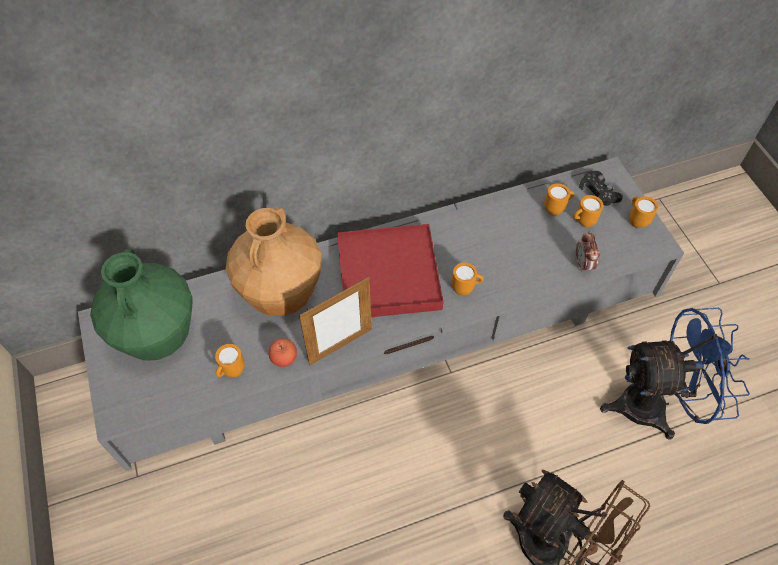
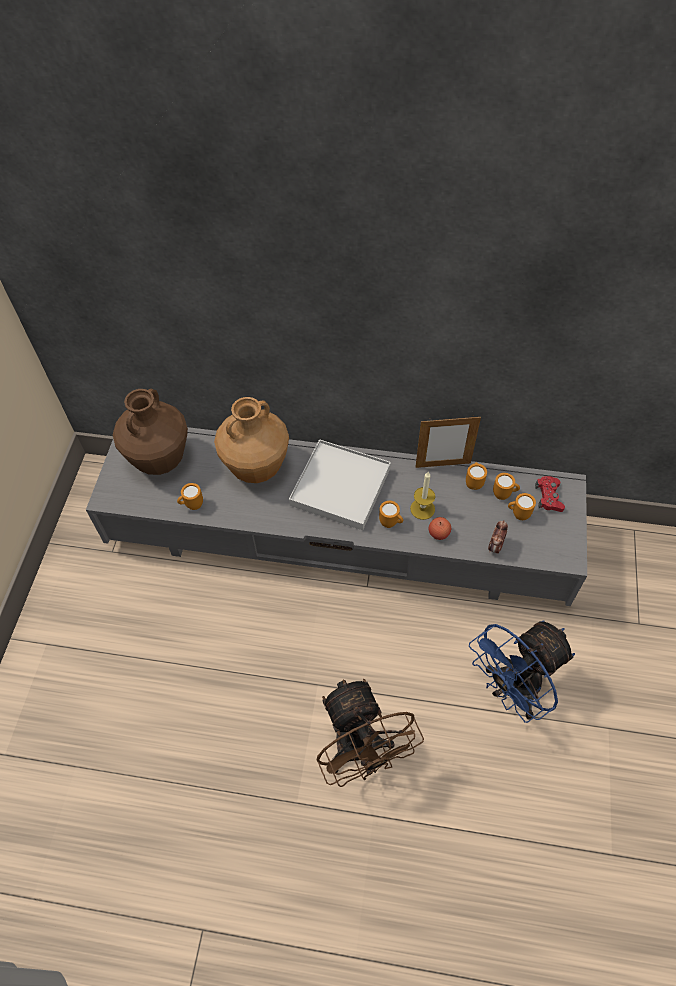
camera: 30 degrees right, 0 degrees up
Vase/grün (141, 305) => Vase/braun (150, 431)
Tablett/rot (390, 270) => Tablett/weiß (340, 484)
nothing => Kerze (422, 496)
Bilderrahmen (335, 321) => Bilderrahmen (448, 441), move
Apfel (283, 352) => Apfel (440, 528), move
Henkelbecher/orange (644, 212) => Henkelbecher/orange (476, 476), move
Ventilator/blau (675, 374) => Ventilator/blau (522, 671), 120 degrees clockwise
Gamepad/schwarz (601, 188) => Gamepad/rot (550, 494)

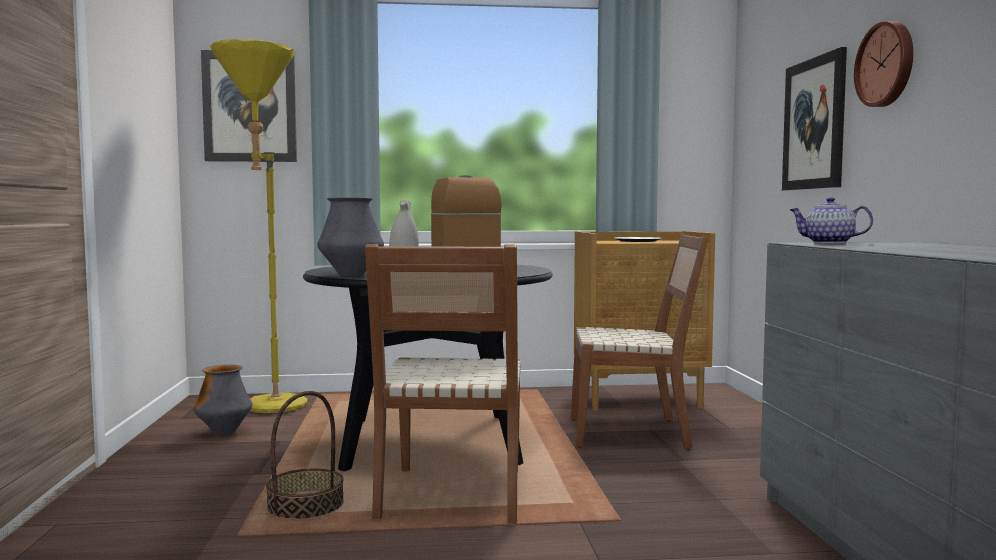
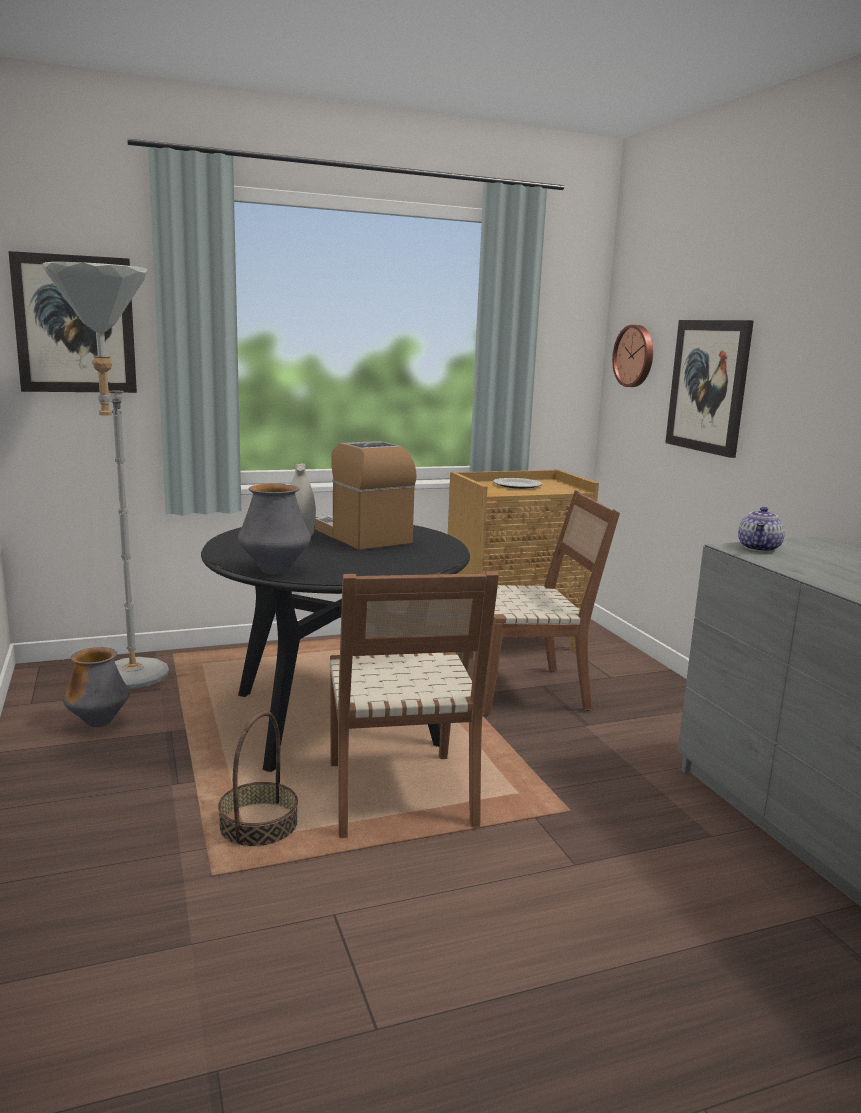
camera: 15 degrees left, 10 degrees up
Stehlampe/gelb (259, 226) => Stehlampe/grau (105, 475)
Wanduhr (883, 64) => Wanduhr (632, 356), move
Teekanne (831, 220) => Teekanne (761, 529), 75 degrees counterclockwise

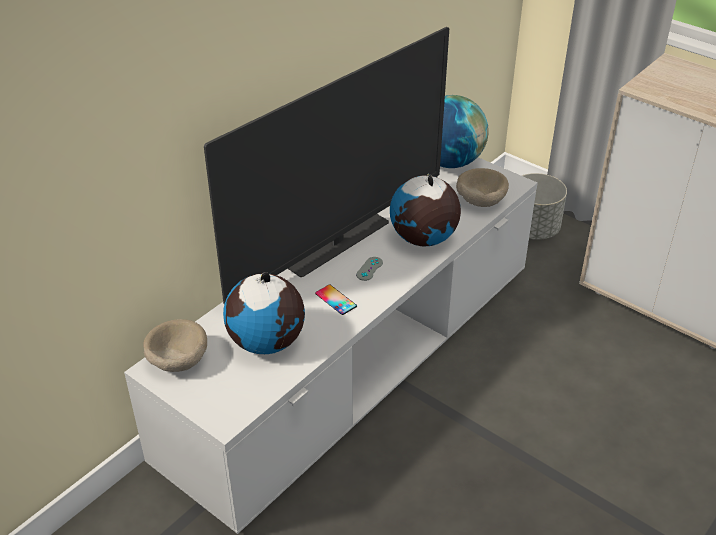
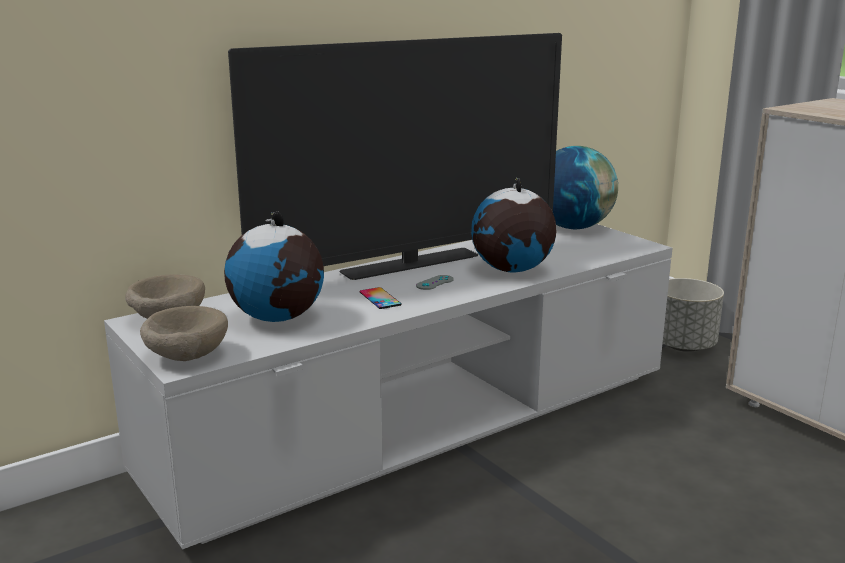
camera: 15 degrees right, 20 degrees down
Schüssel/beige (482, 187) => Schüssel/beige (184, 333), move

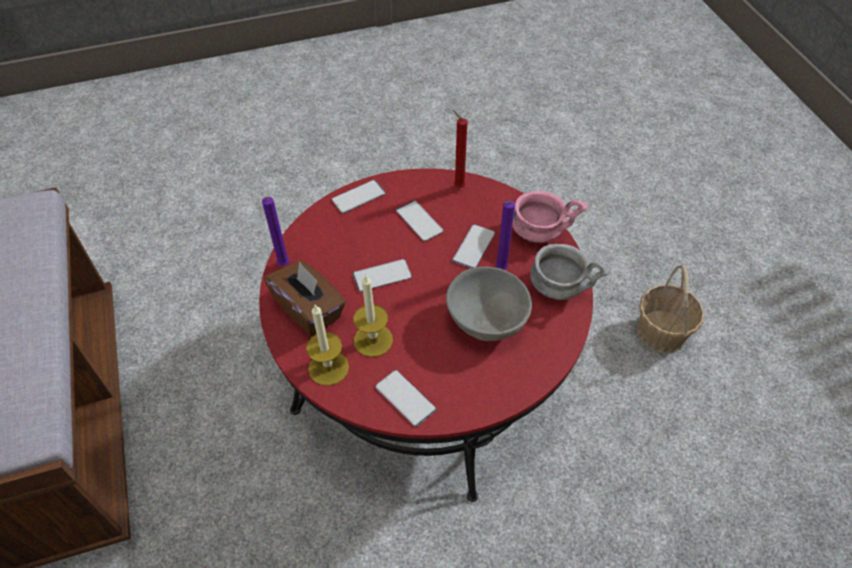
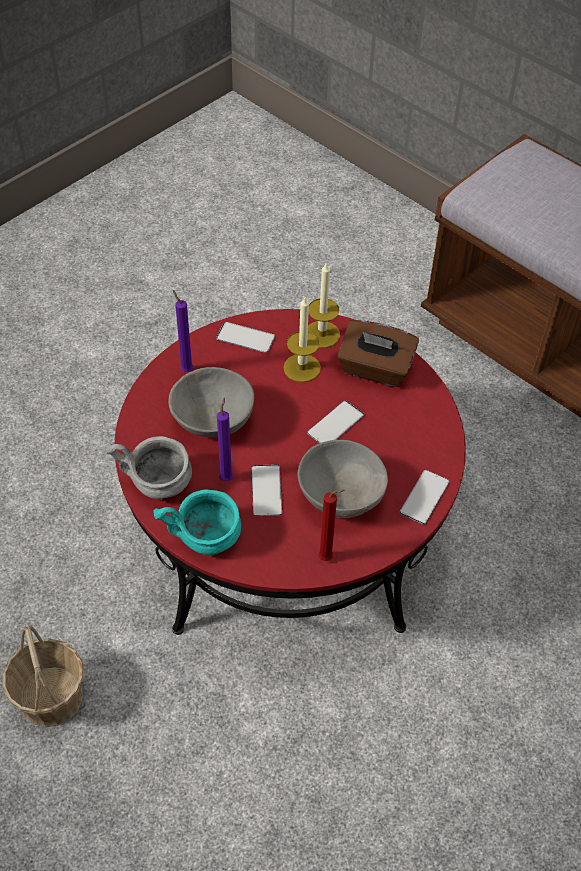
camera: 150 degrees right, 0 degrees up
Schüssel/rosa (550, 217) => Schüssel/türkis (197, 522)
Kerze/lila (275, 231) => Kerze/lila (183, 331), move
Handy (420, 220) => Schüssel/grau (343, 479)

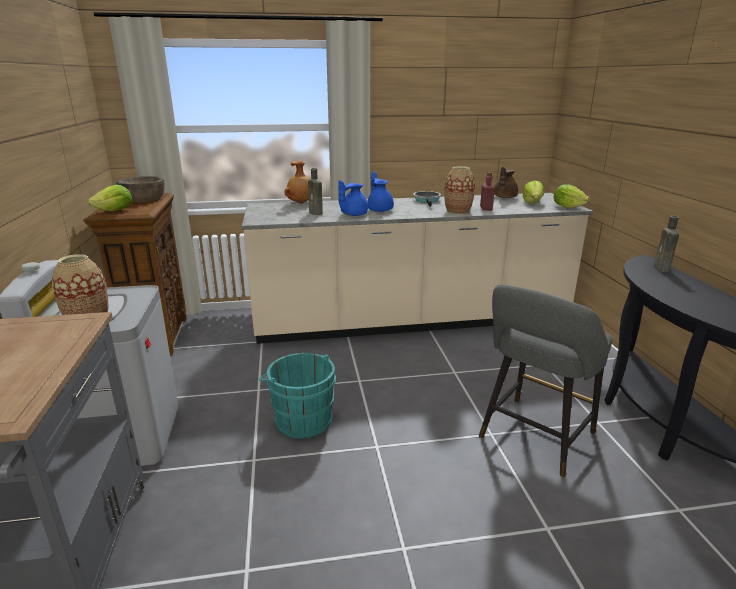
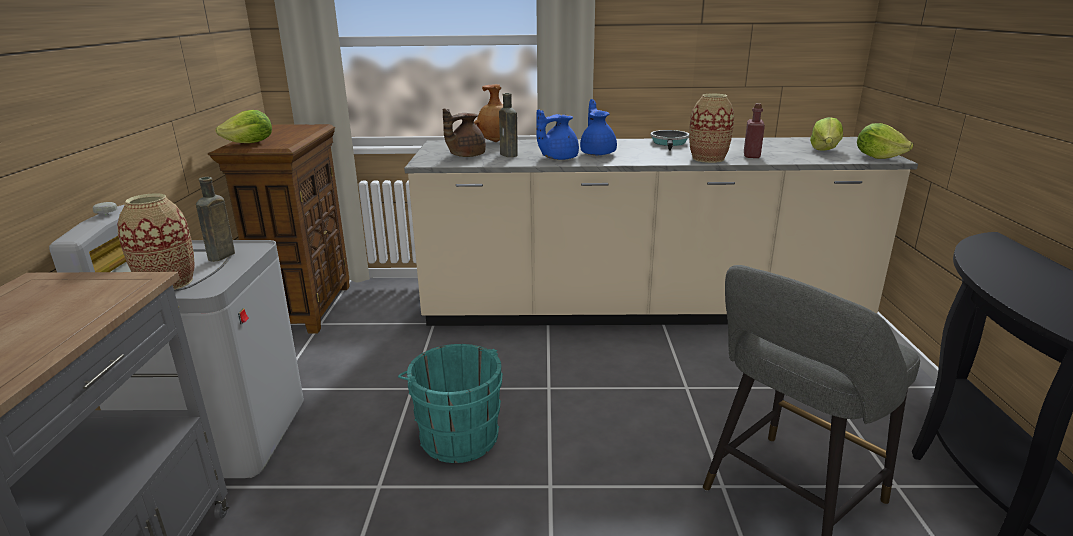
camera: 10 degrees right, 0 degrees up
Flasche/braun (666, 243) => Flasche/braun (215, 220), move
Teekanne/braun (506, 182) => Teekanne/braun (464, 132), move
Schüssel/braun (140, 189) => nothing

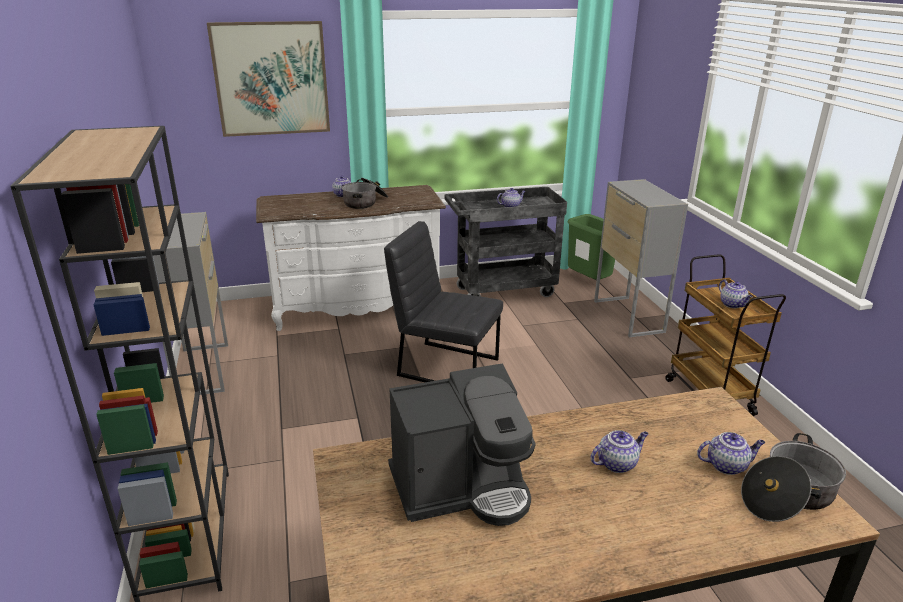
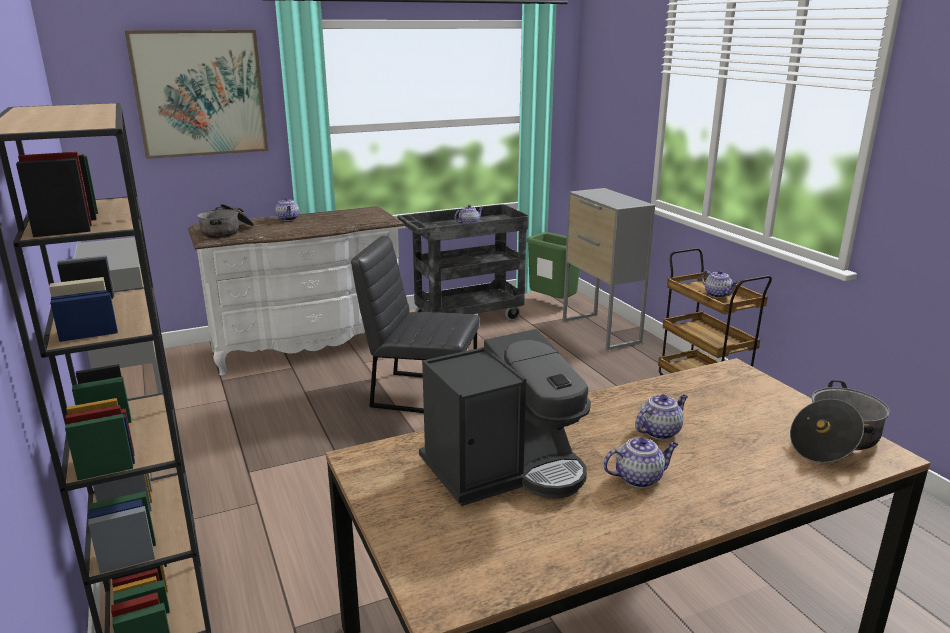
camera: 10 degrees left, 5 degrees down
Kochtopf (365, 193) => Kochtopf (225, 221), move
Teekanne (731, 453) => Teekanne (640, 462), move

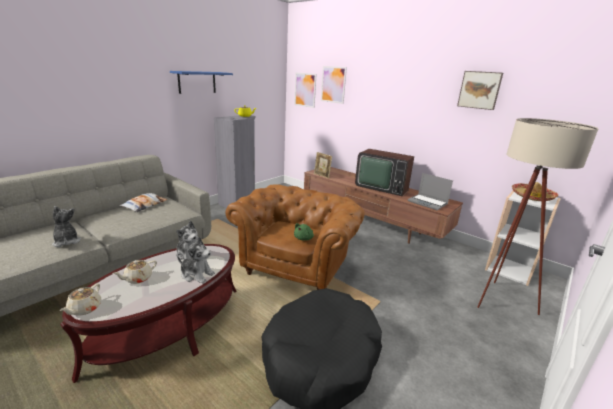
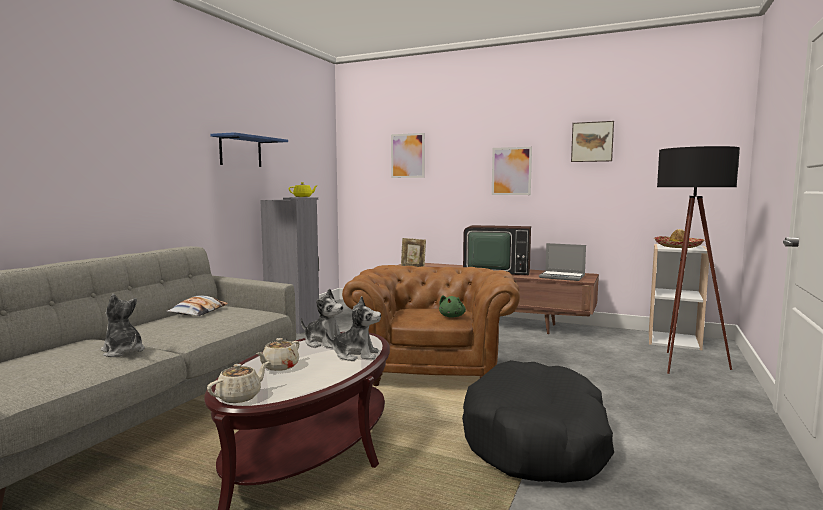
camera: 15 degrees left, 15 degrees down
Teekanne/beige (80, 299) => Teekanne/beige (238, 382), 135 degrees counterclockwise
Bild (305, 90) => Bild (512, 171), move
Stehlampe/beige (538, 216) => Stehlampe/schwarz (698, 260)

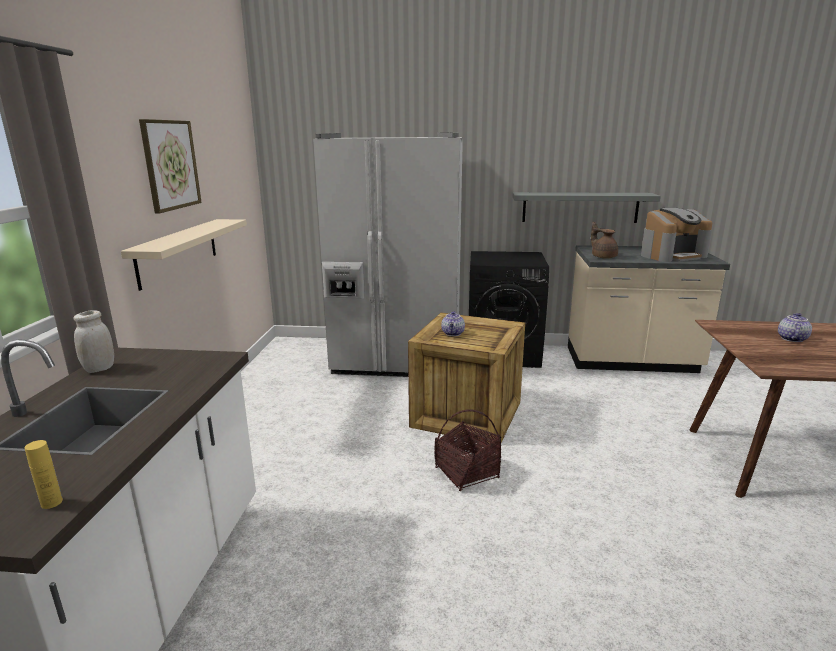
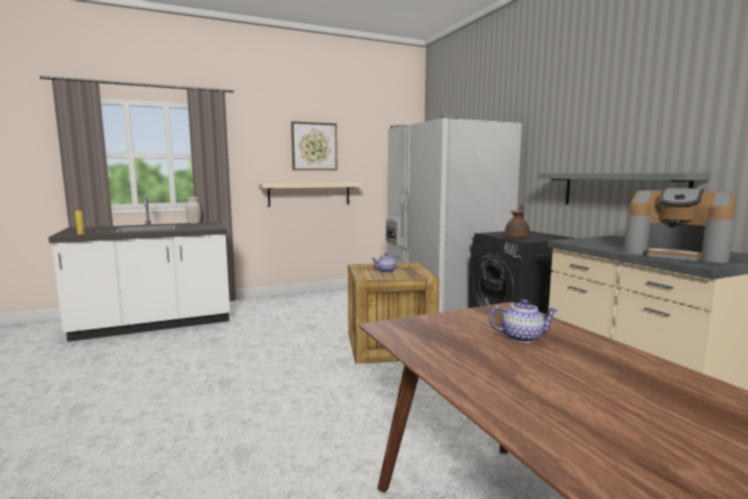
camera: 60 degrees right, 10 degrees down
Teekanne/braun (604, 240) => Teekanne/braun (517, 221), move
Korb (467, 450) => nothing

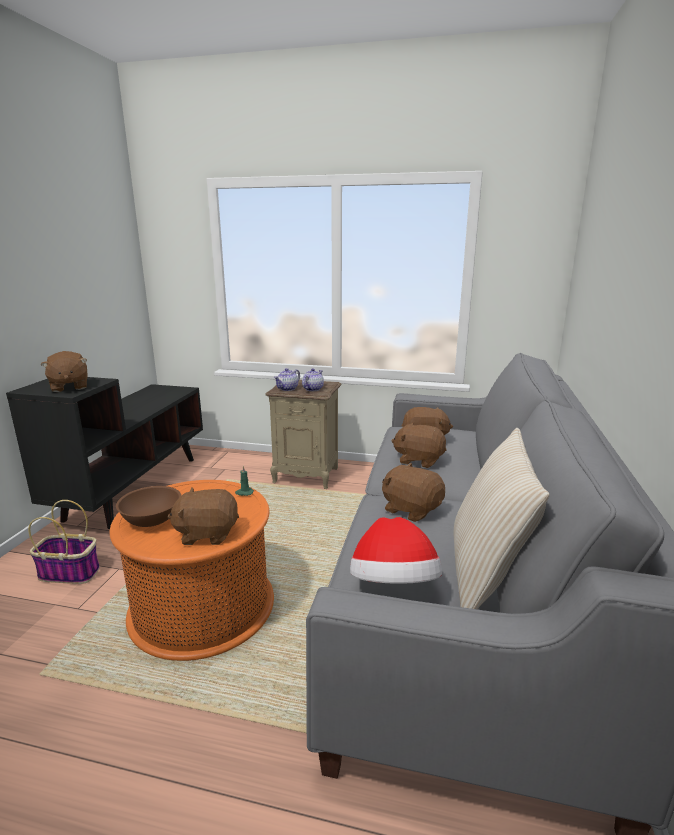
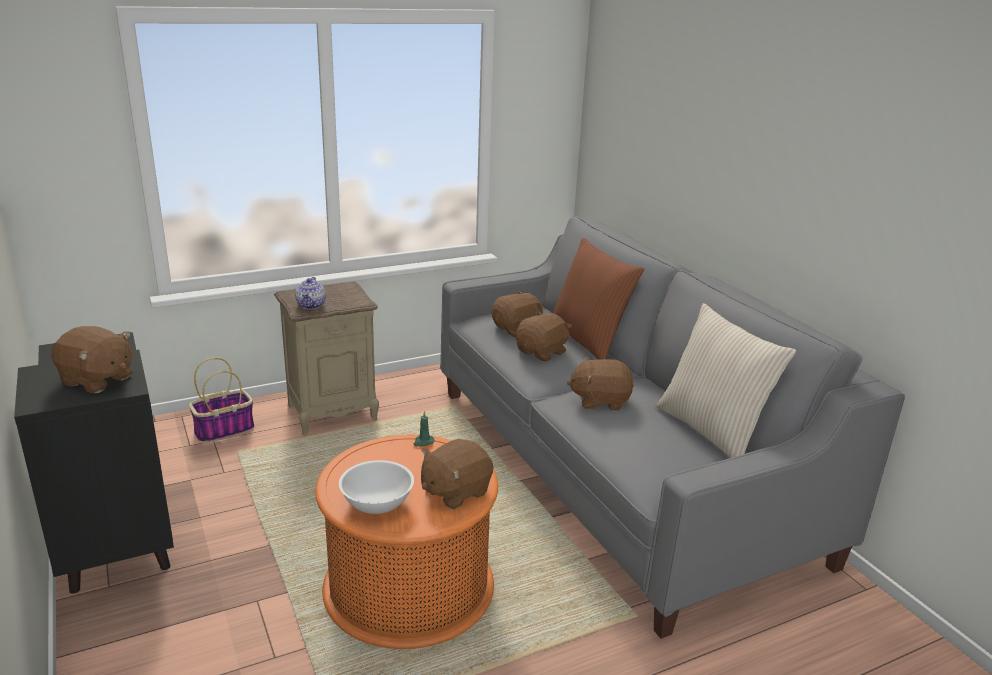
camera: 40 degrees left, 5 degrees up
Korb (64, 542) => Korb (221, 400), move
Schüssel/braun (148, 506) => Schüssel/weiß (376, 487)
Plüschtier/braun (419, 445) => Plüschtier/braun (543, 337), 150 degrees clockwise
nothing => Kissen/braun (598, 298)
Teekanne (313, 379) => nothing
Hut (396, 550) => nothing

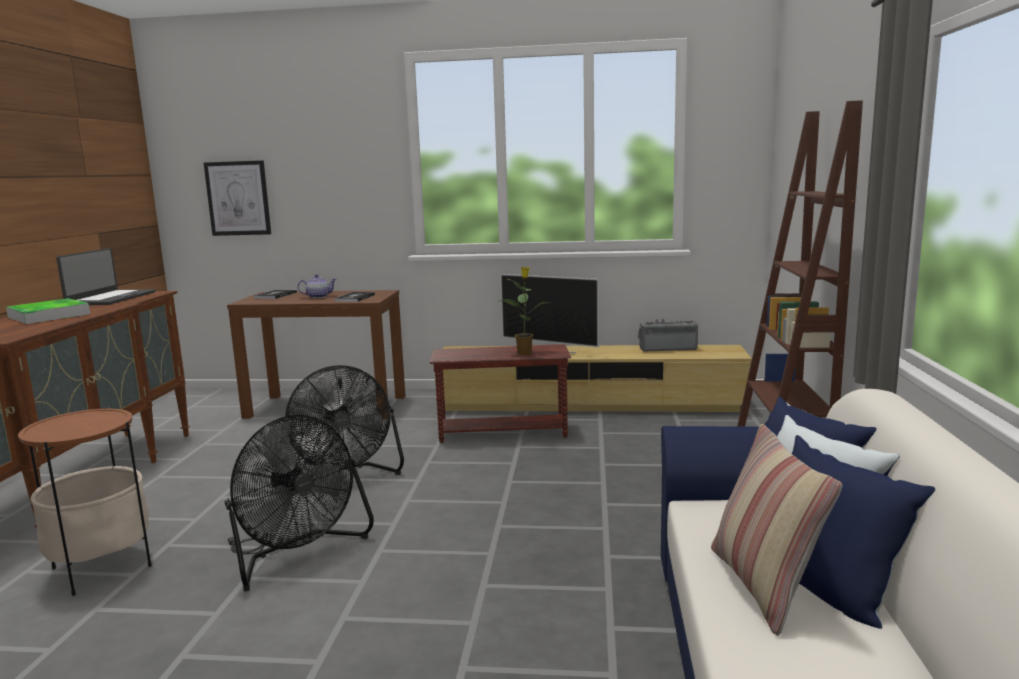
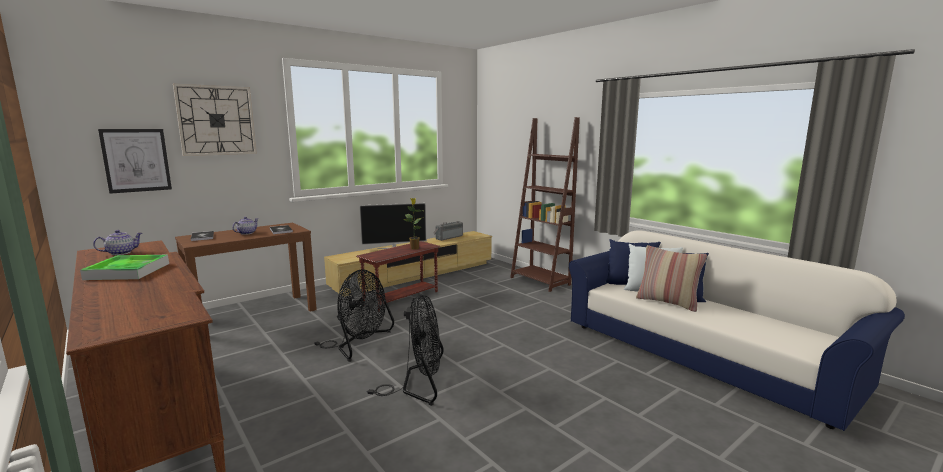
camera: 45 degrees left, 0 degrees up
Laptop (106, 276) => Teekanne (117, 242)
nothing => Wanduhr (215, 120)
Beistelltisch (85, 501) => nothing

